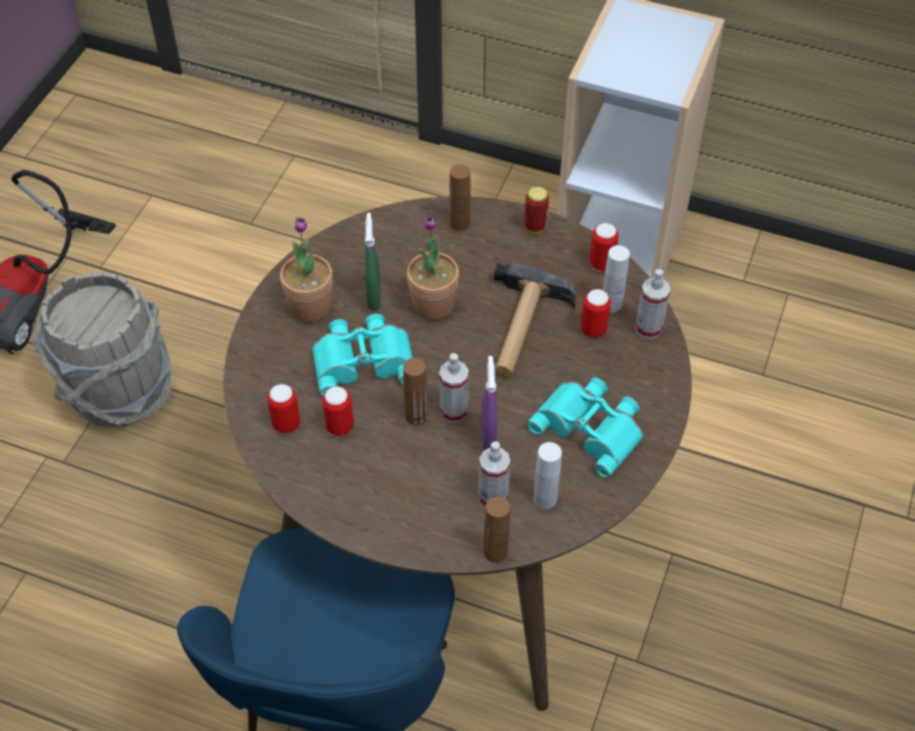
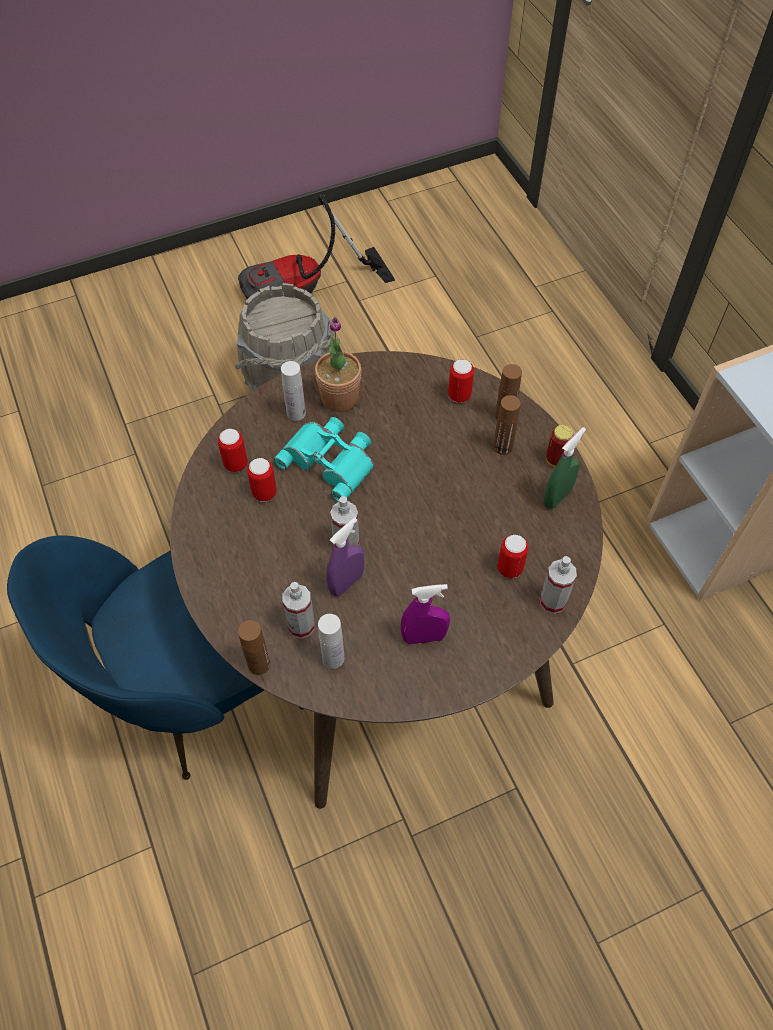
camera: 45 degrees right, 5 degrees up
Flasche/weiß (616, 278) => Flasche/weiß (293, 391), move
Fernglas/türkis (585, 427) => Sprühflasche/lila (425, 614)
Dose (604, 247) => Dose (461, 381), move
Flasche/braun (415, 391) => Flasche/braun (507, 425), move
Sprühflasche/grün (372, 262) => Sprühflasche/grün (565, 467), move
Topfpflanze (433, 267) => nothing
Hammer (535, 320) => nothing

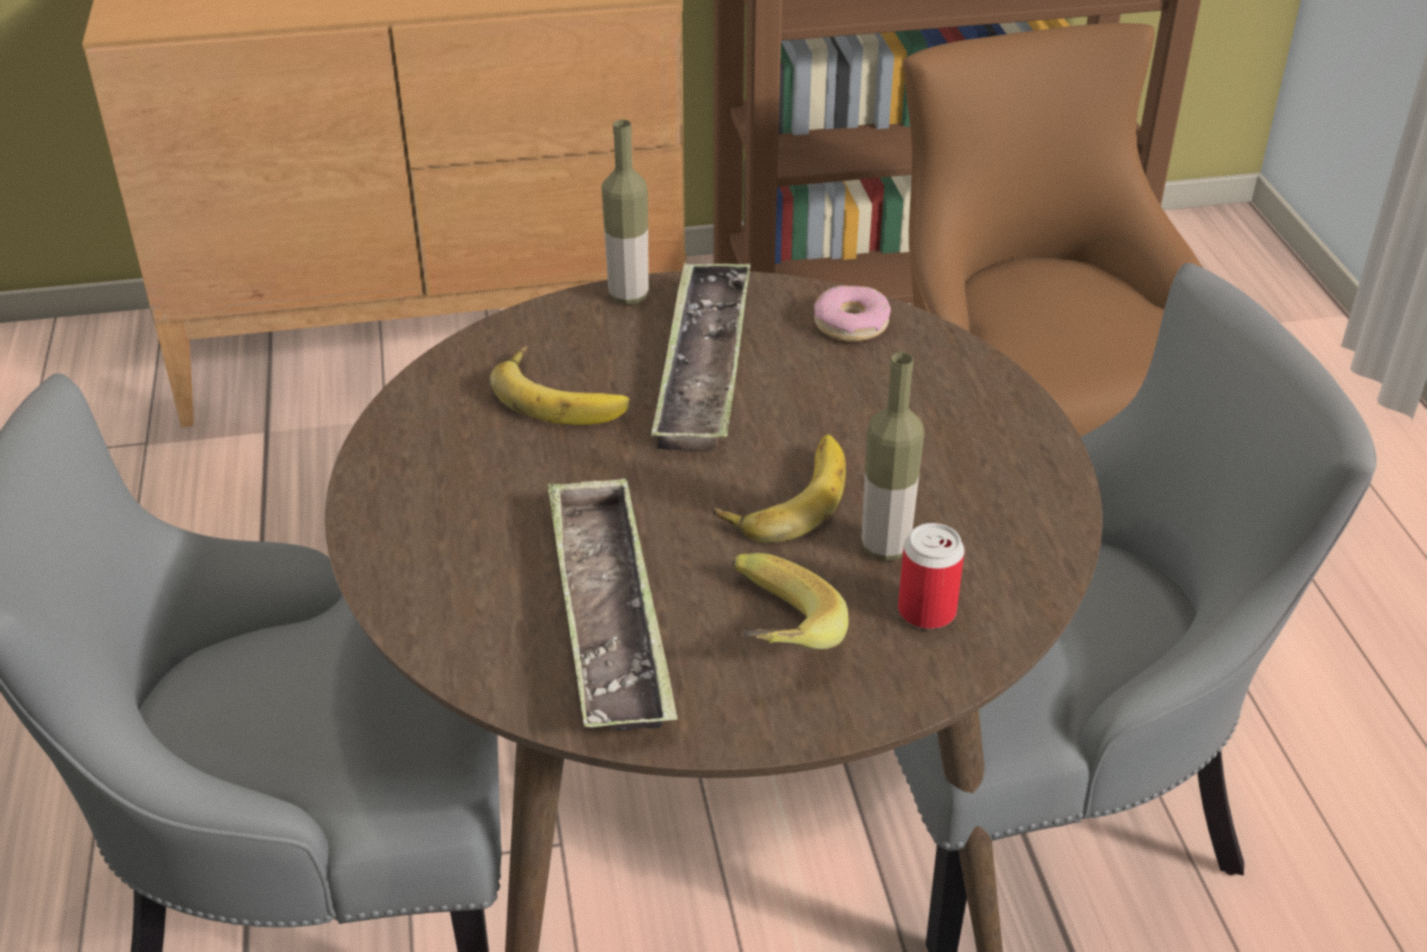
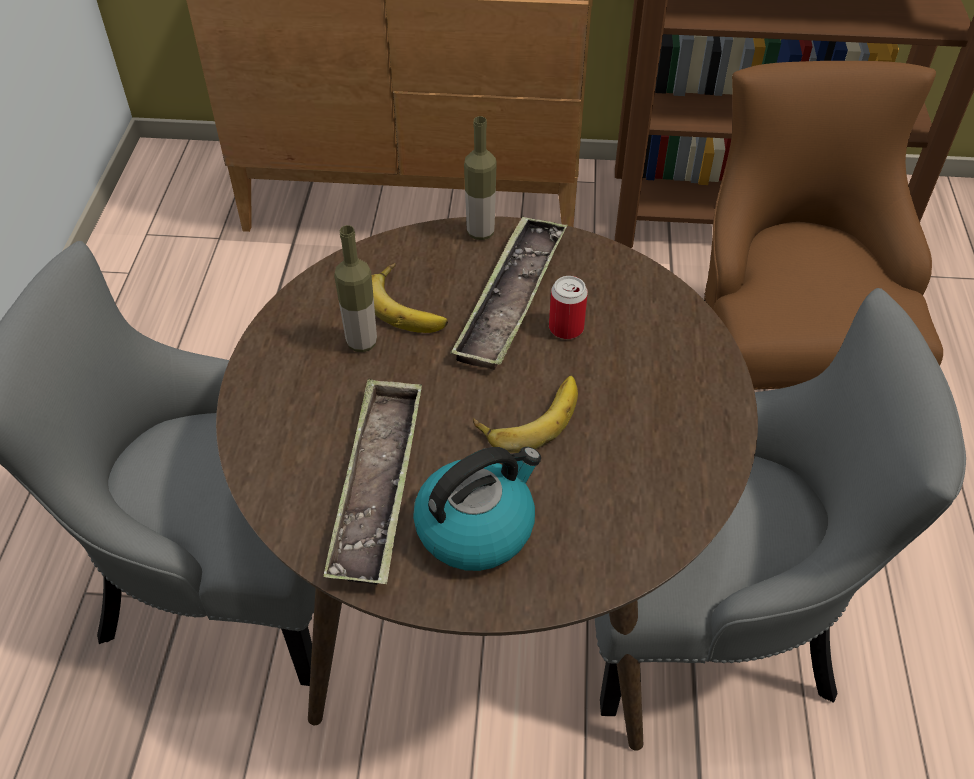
camera: 15 degrees right, 10 degrees up
Flasche (893, 456) => Flasche (355, 288), move
Banane (790, 601) => Wasserkessel (477, 509)
Dose (931, 576) => Dose (568, 307), move
Donut (852, 313) => nothing

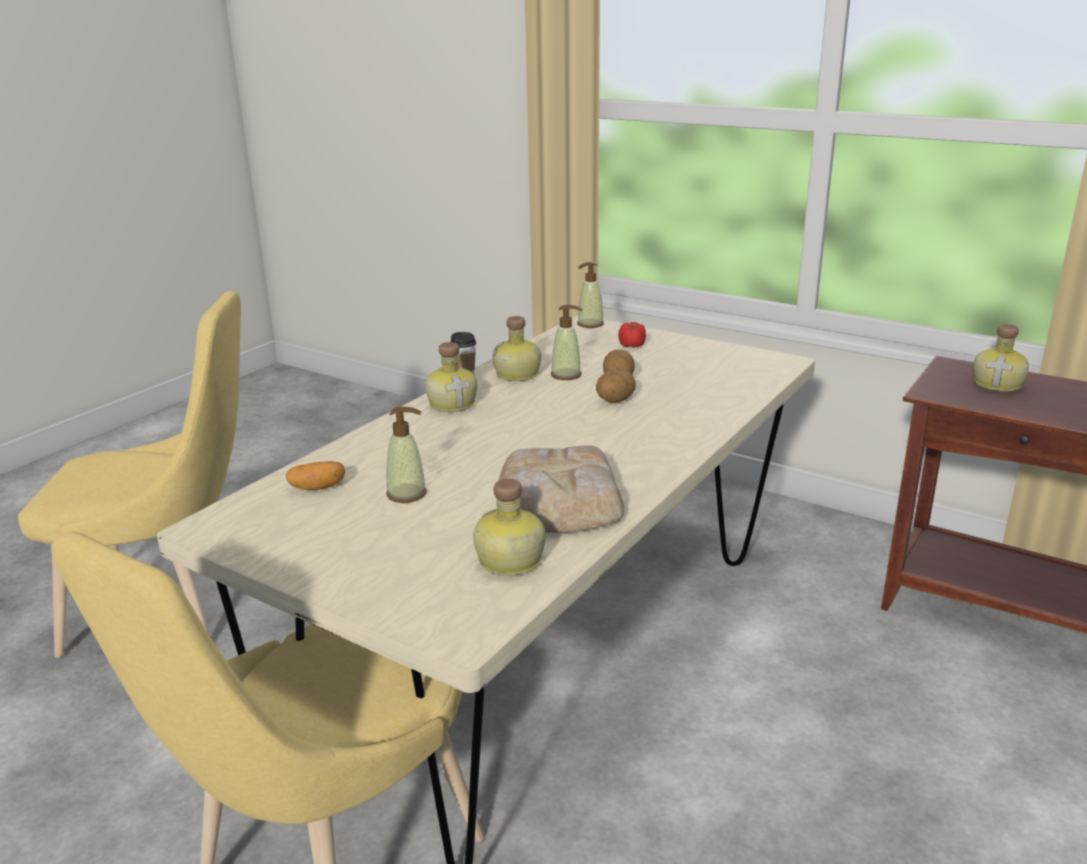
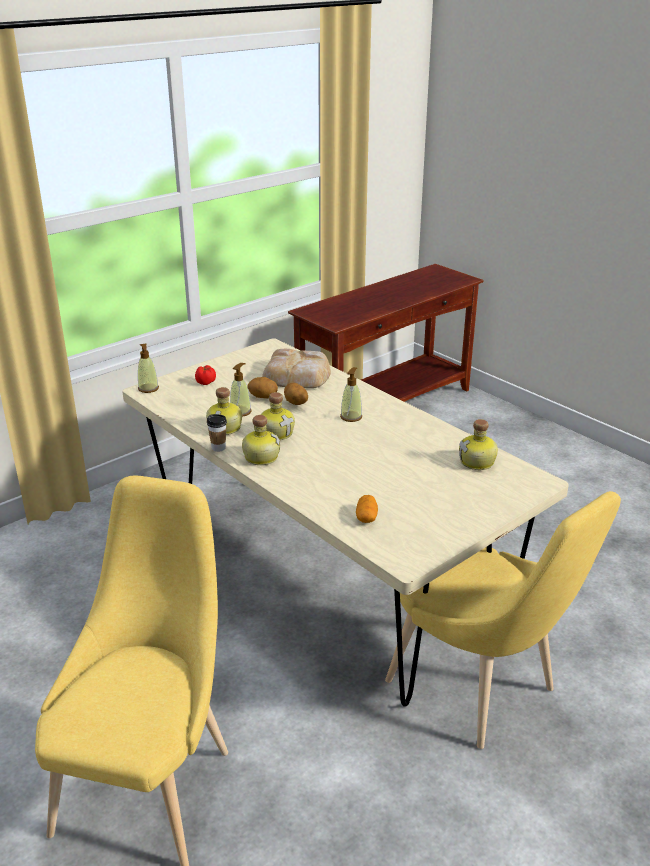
camera: 75 degrees left, 5 degrees up
Flasche (1001, 358) => Flasche (278, 416), move
Brot (561, 489) => Brot (296, 368), move
Seifenspender (406, 454) => Seifenspender (351, 394), move

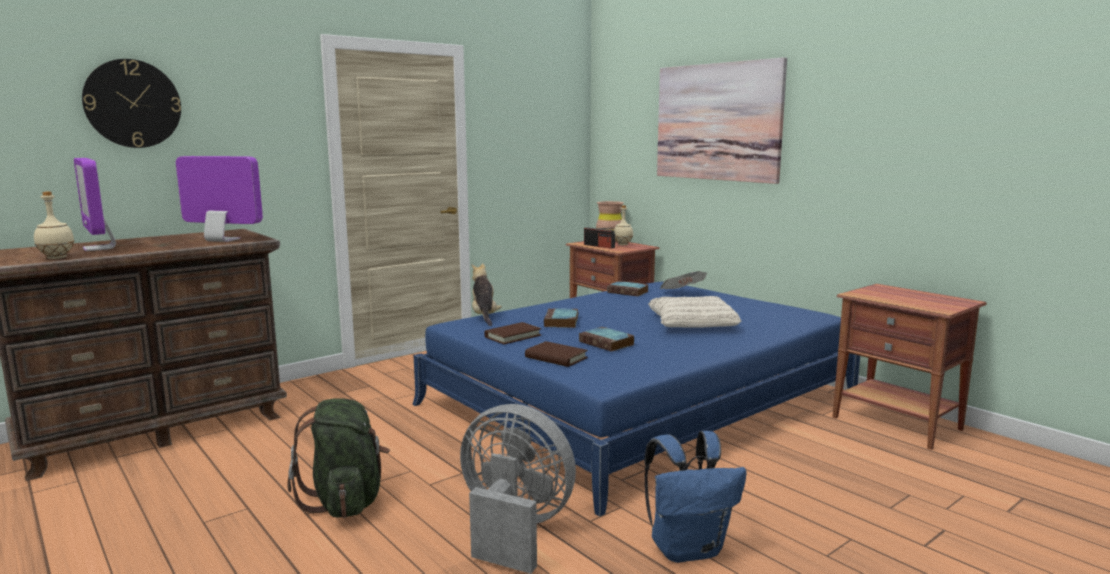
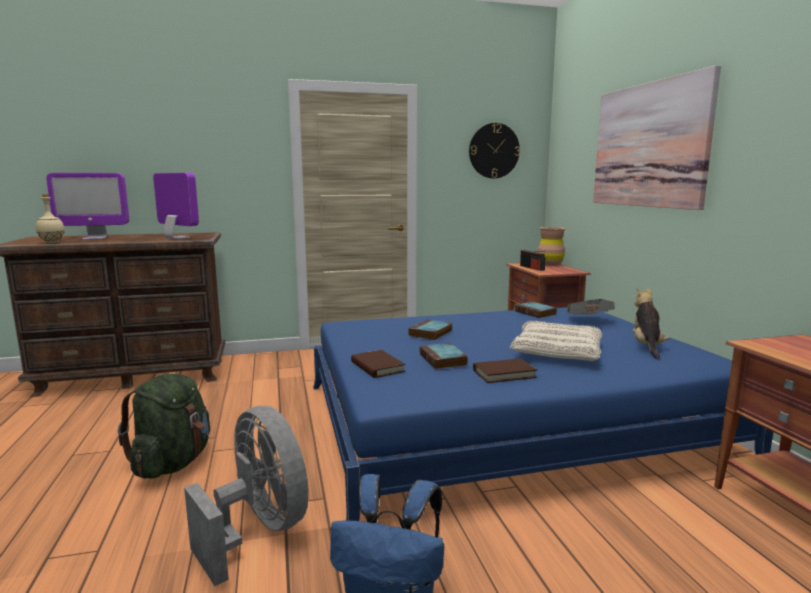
camera: 25 degrees right, 0 degrees up
Monitor (95, 204) => Monitor (87, 206), 90 degrees counterclockwise
Wanduhr (131, 103) => Wanduhr (494, 150), move
Buch/braun (512, 333) => Buch/braun (505, 370), move
Plüschtier (487, 294) => Plüschtier (651, 323), move
Flasche/beige (623, 225) => nothing

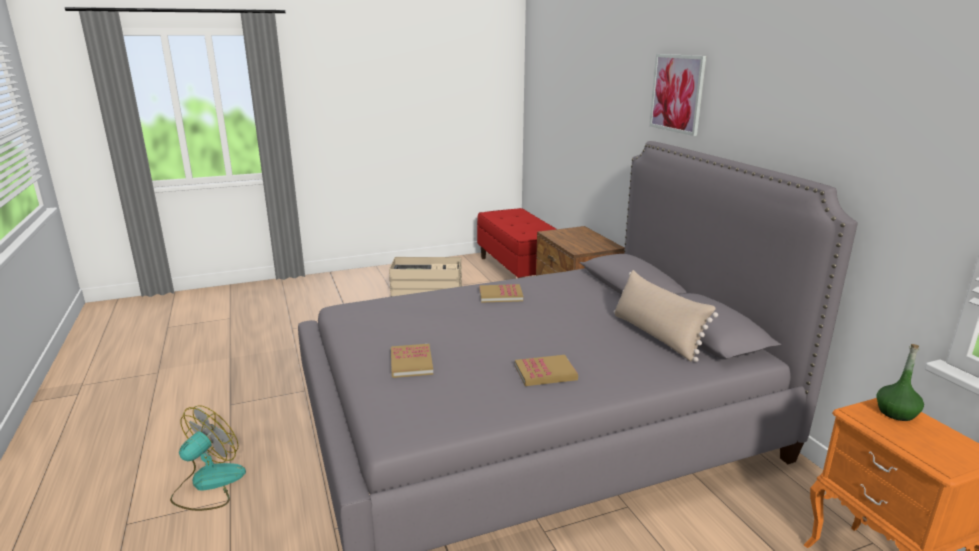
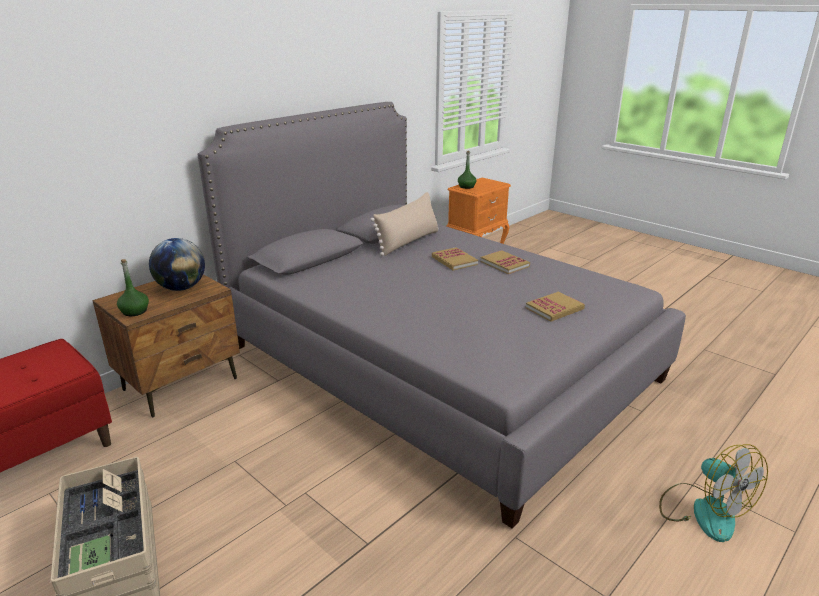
camera: 115 degrees left, 5 degrees up
nothing => Flasche/grün (133, 287)
nothing => Globus (177, 264)
Buch (501, 293) => Buch (455, 258), move
Ventilator (208, 458) => Ventilator (713, 493), 120 degrees counterclockwise
Bild (677, 95) => nothing

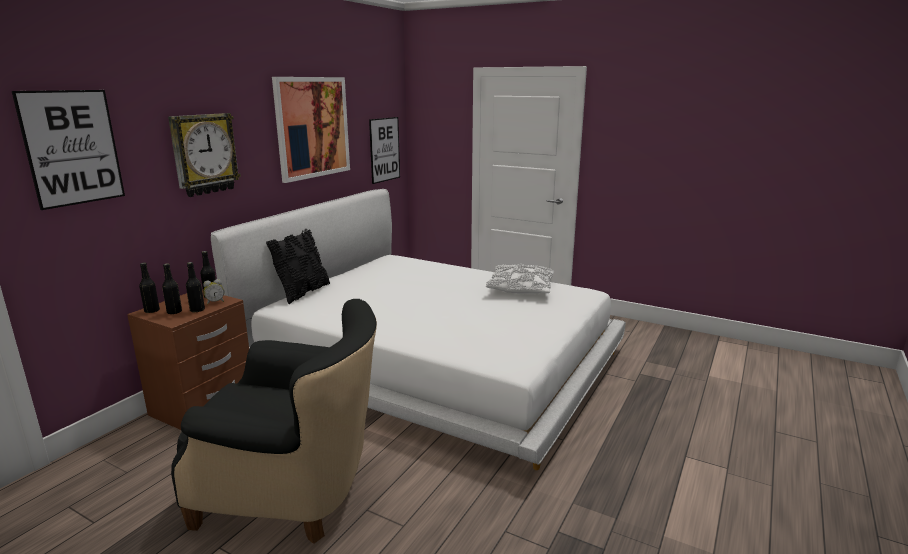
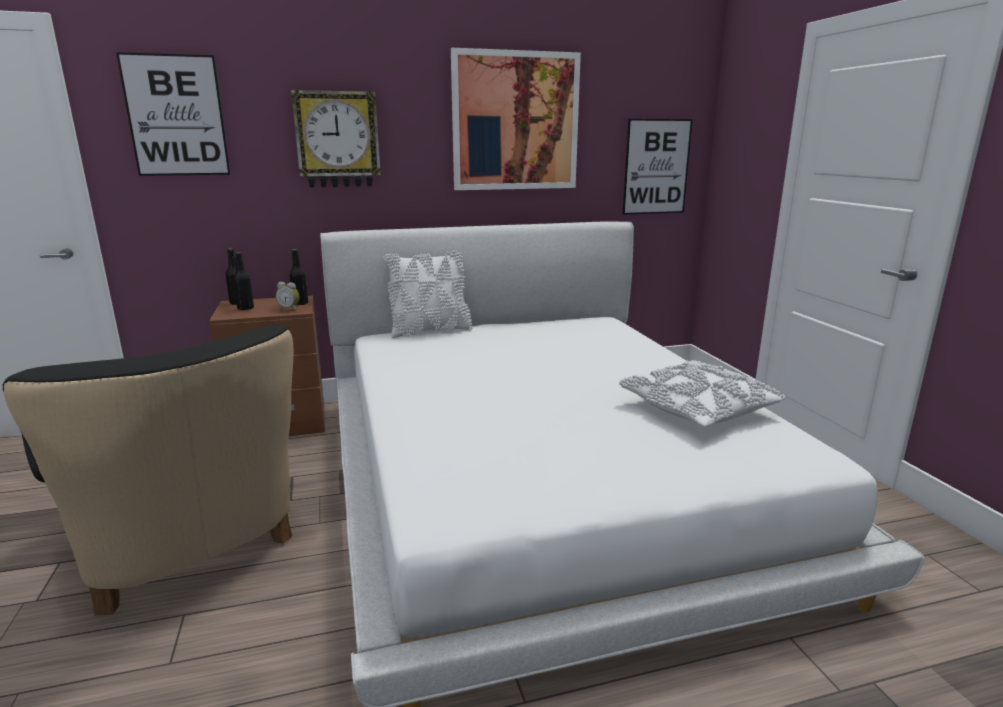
camera: 45 degrees right, 0 degrees up
Kissen/schwarz (298, 266) => Kissen/weiß (427, 294)
Flasche/schwarz (195, 287) => nothing

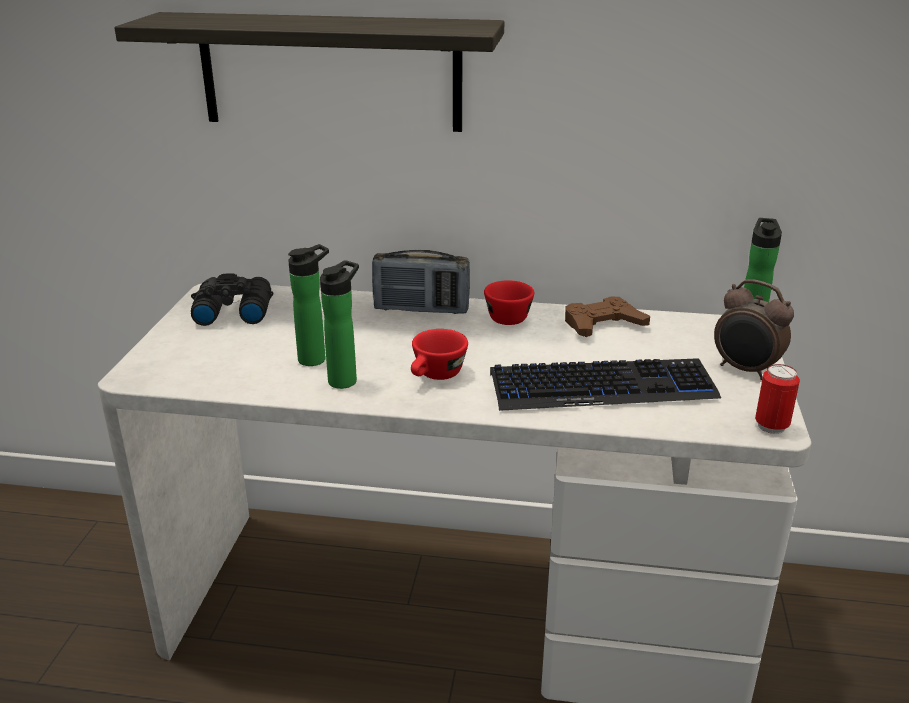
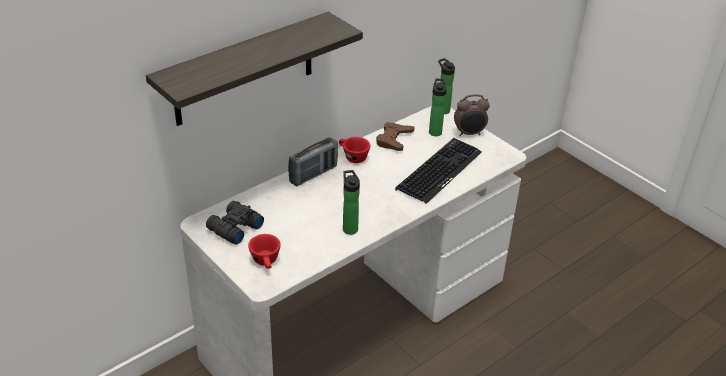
camera: 50 degrees left, 10 degrees up
Tasse/rot (439, 354) => Tasse/rot (264, 251), move
Flasche (308, 305) => Flasche (438, 107), move
Dose (777, 399) => nothing

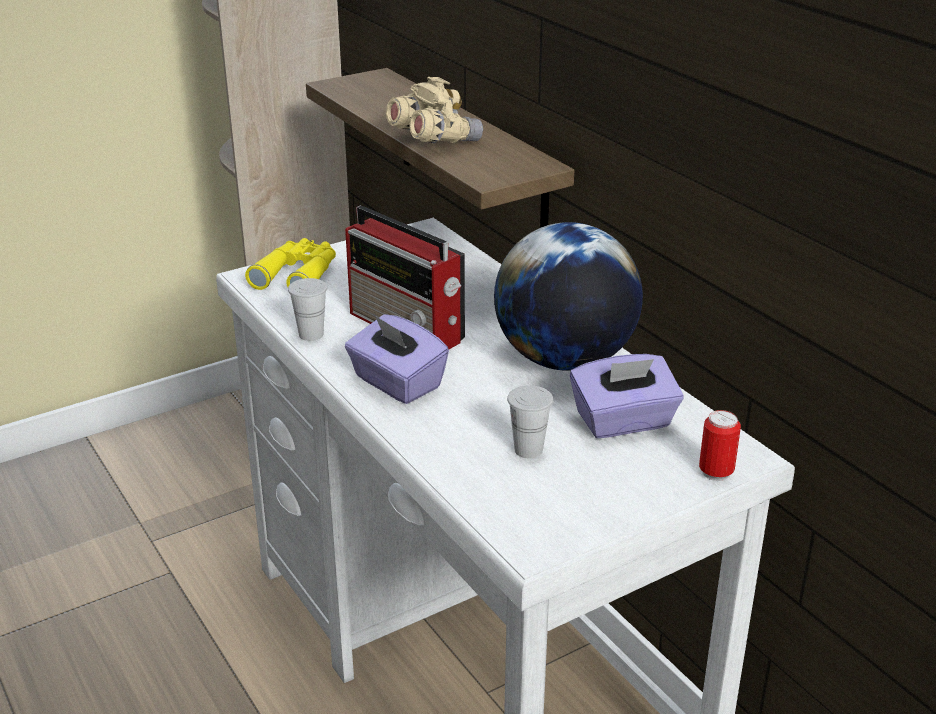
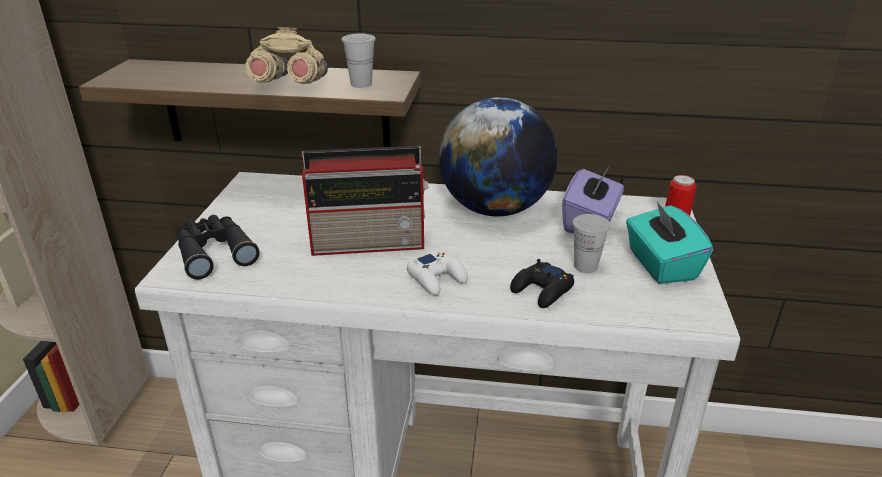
camera: 50 degrees left, 0 degrees up
Fernglas/gelb (290, 264) => Fernglas/schwarz (218, 247)
Tasse/weiß (308, 309) => Tasse/weiß (358, 61), move
Taschentuchbox/lila (397, 359) => Gamepad/weiß (437, 273)
nothing => Gamepad/schwarz (542, 283)
nothing => Taschentuchbox/türkis (669, 242)

